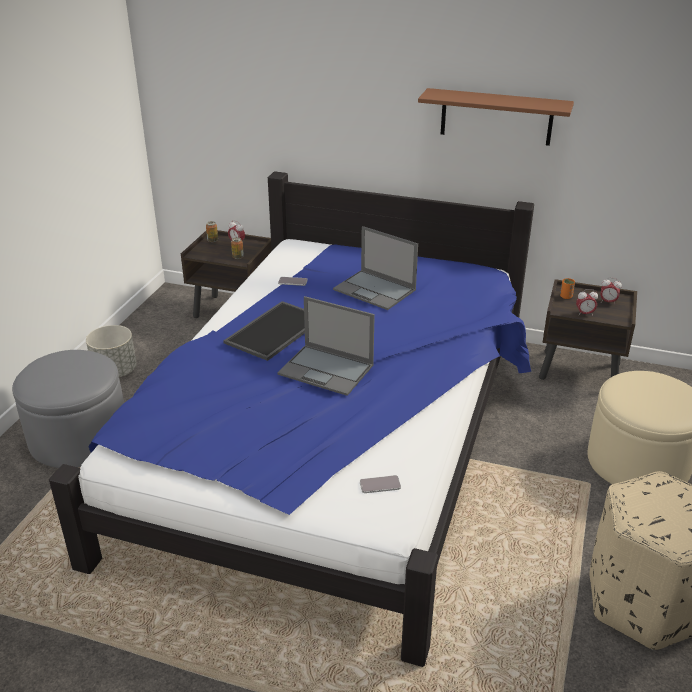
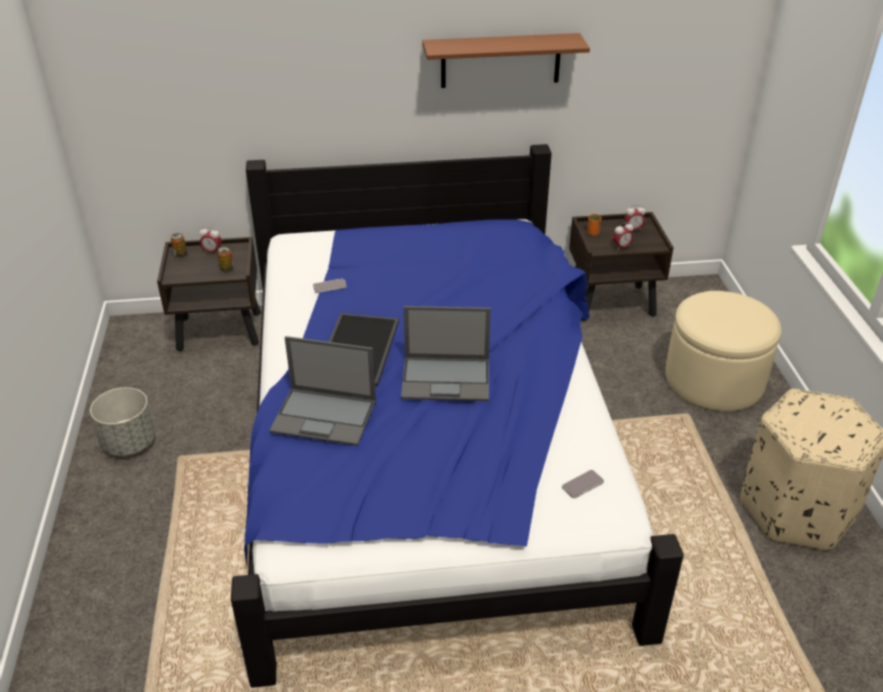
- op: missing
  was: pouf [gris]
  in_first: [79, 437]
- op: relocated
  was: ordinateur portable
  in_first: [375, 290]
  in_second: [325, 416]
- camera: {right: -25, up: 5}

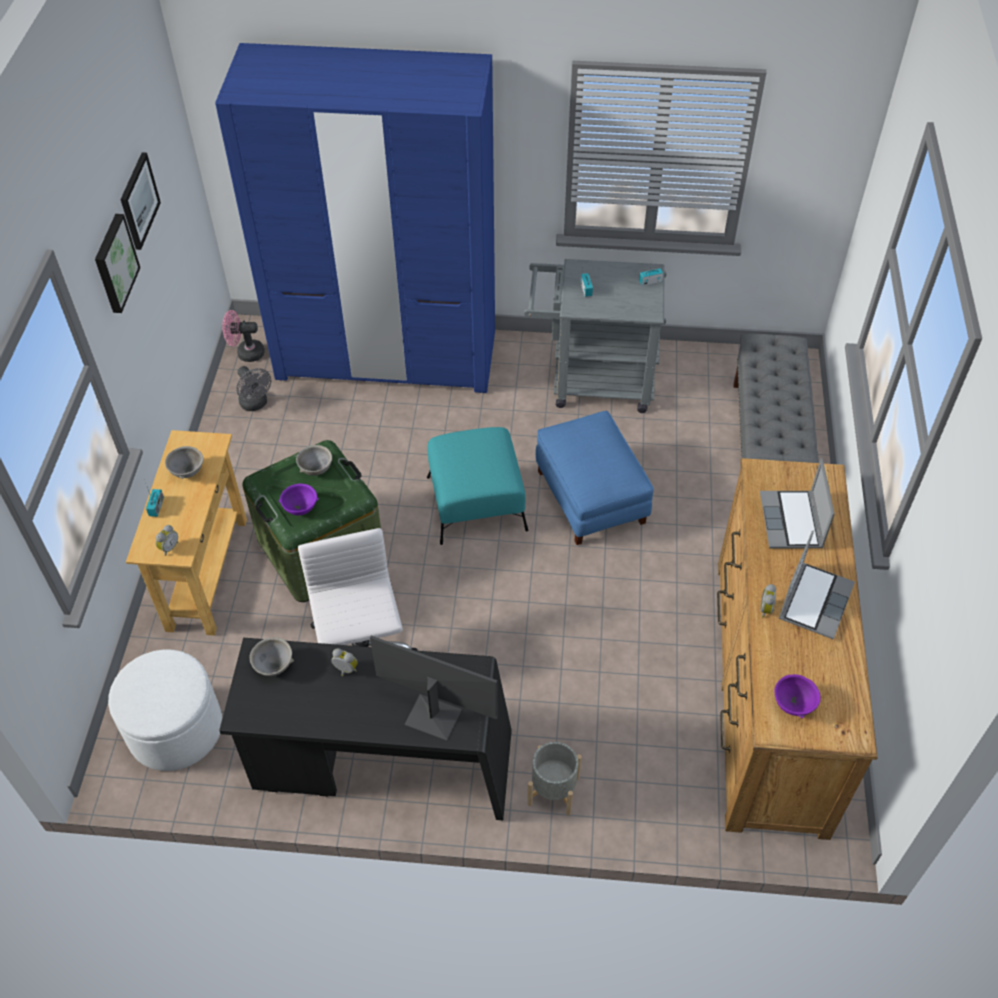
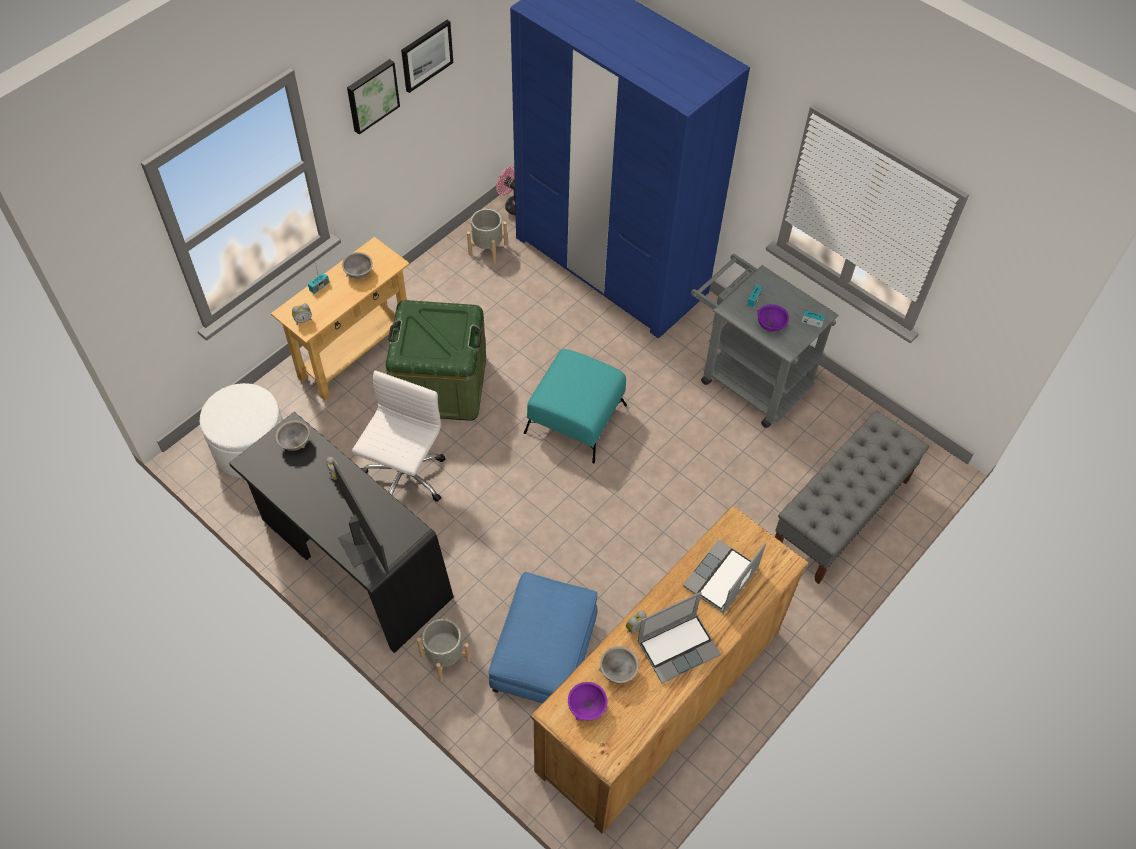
- op: exchanged
  was: ventilateur [gris]
  now: cache-pot [gris]
  in_first: [256, 404]
  in_second: [487, 249]
- op: relocated
  was: bol [violet]
  in_first: [300, 508]
  in_second: [770, 325]
- op: relocated
  was: bol [gris]
  in_first: [315, 469]
  in_second: [618, 671]
- op: relocated
  was: pouf [bleu]
  in_first: [592, 497]
  in_second: [544, 655]
- camera: {right: 35, up: 5}

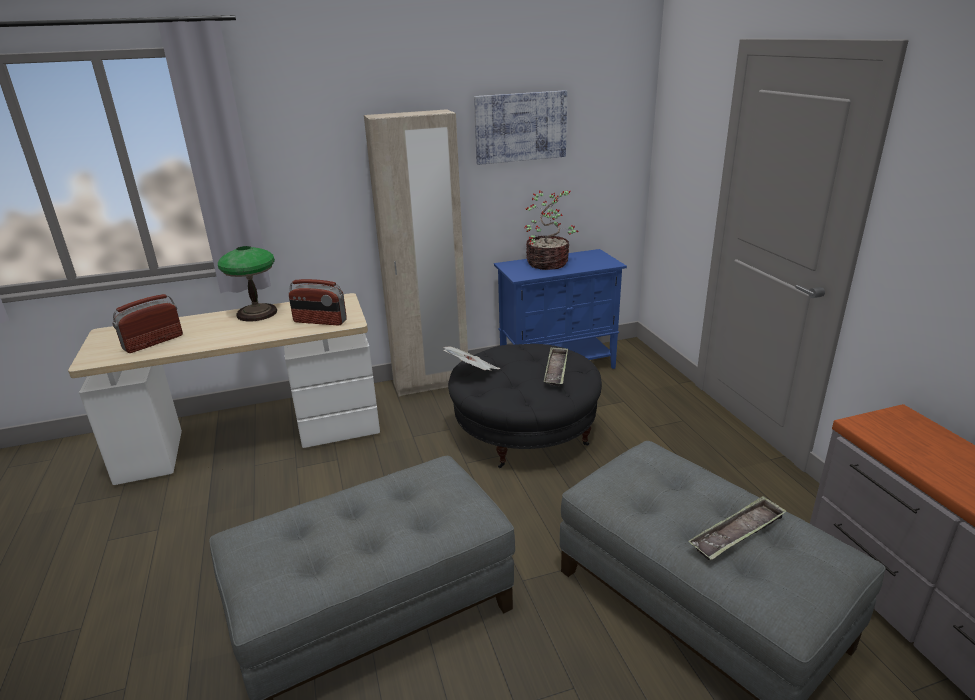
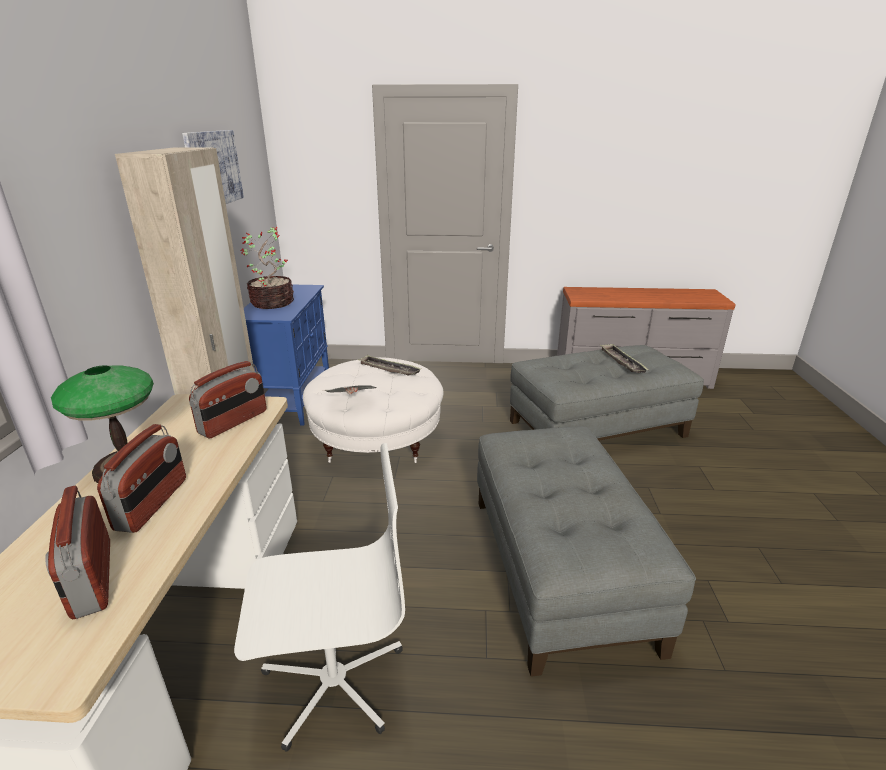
- op: colour
  was: pouf [noir]
  now: pouf [blanc]
  in_first: [525, 432]
  in_second: [377, 439]
- op: appeared
  now: radio
  in_second: [153, 504]
- op: appeared
  now: chaise de bureau [blanc]
  in_second: [333, 680]
- camera: {right: -70, up: 0}

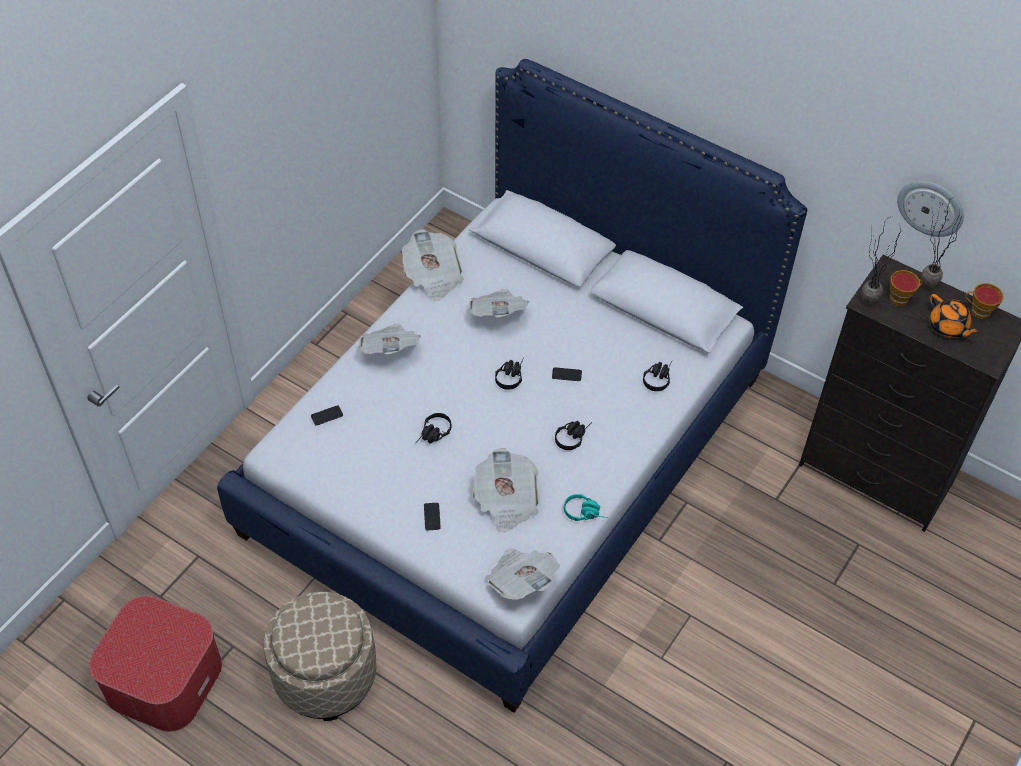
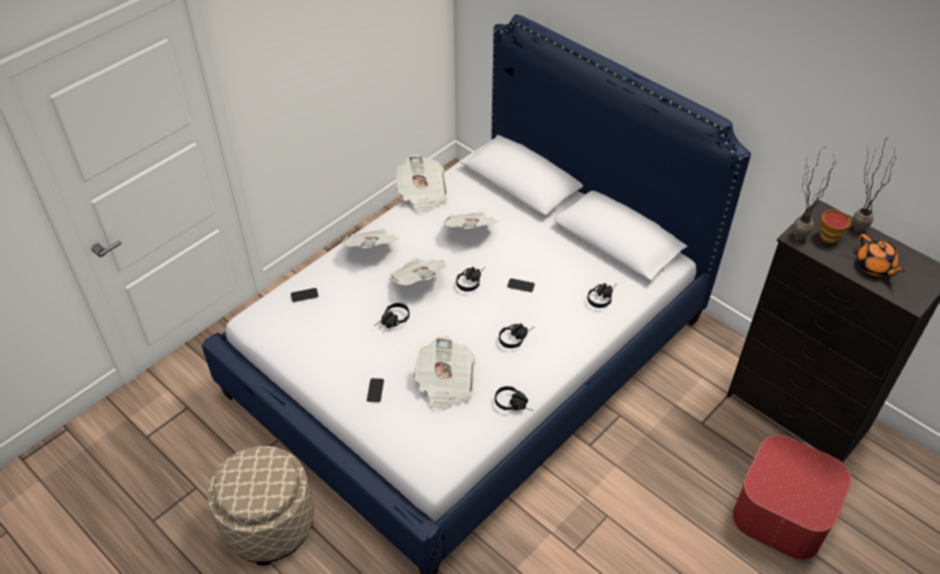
- op: relocated
  was: pouf
  in_first: [163, 678]
  in_second: [782, 511]
- op: relocated
  was: journal
  in_first: [521, 581]
  in_second: [418, 281]
- op: colour
  was: casque audio [turquoise]
  now: casque audio [noir]
  in_first: [585, 512]
  in_second: [514, 404]
- op: missing
  was: horloge murale
  in_first: [931, 207]
- op: missing
  was: tasse
  in_first: [978, 311]
- camera: {right: 10, up: -5}

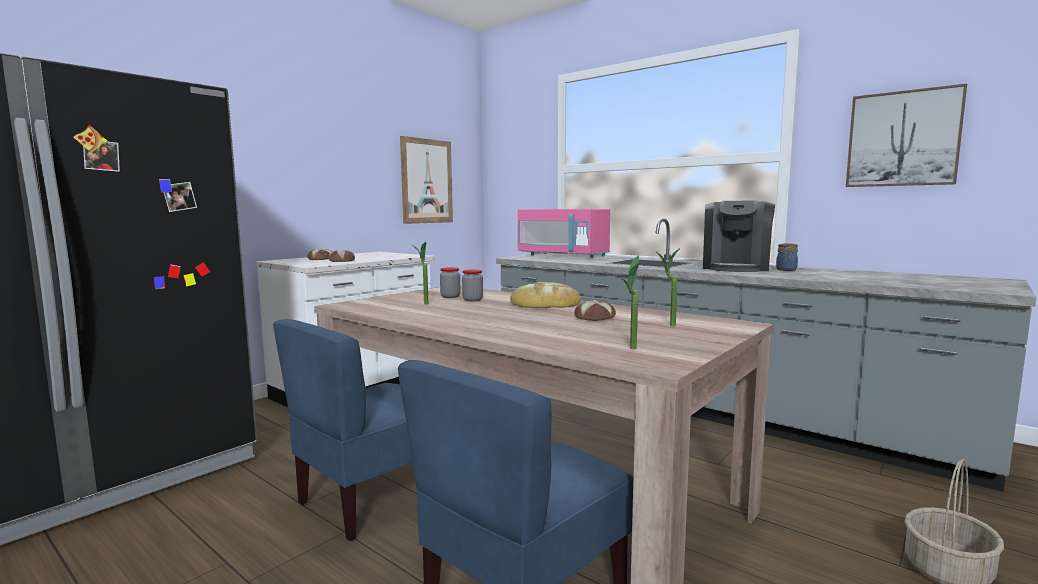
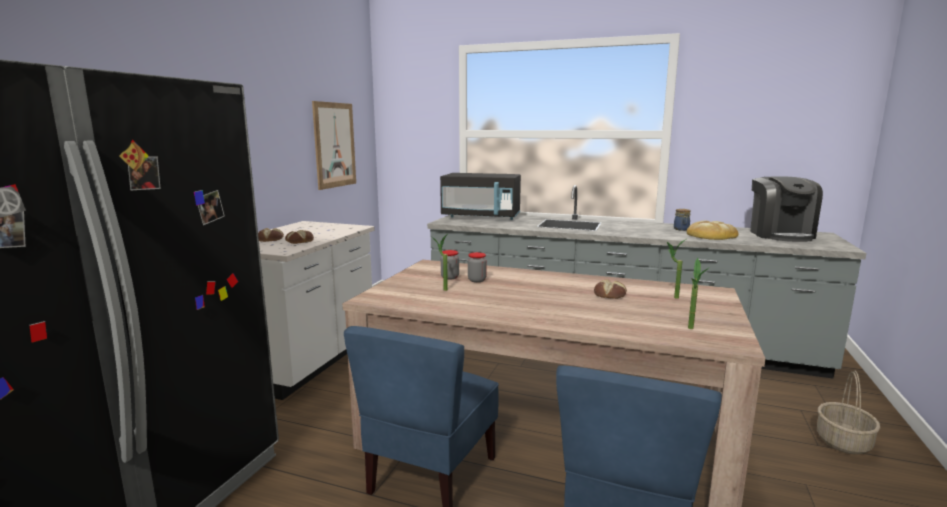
- op: relocated
  was: pain
  in_first: [544, 303]
  in_second: [711, 235]
- op: colour
  was: micro-ondes [rose]
  now: micro-ondes [noir]
  in_first: [563, 256]
  in_second: [481, 217]
- op: relocated
  was: machine à café
  in_first: [736, 268]
  in_second: [780, 235]
- op: missing
  was: tableau
  in_first: [903, 139]
- camera: {right: -20, up: 5}

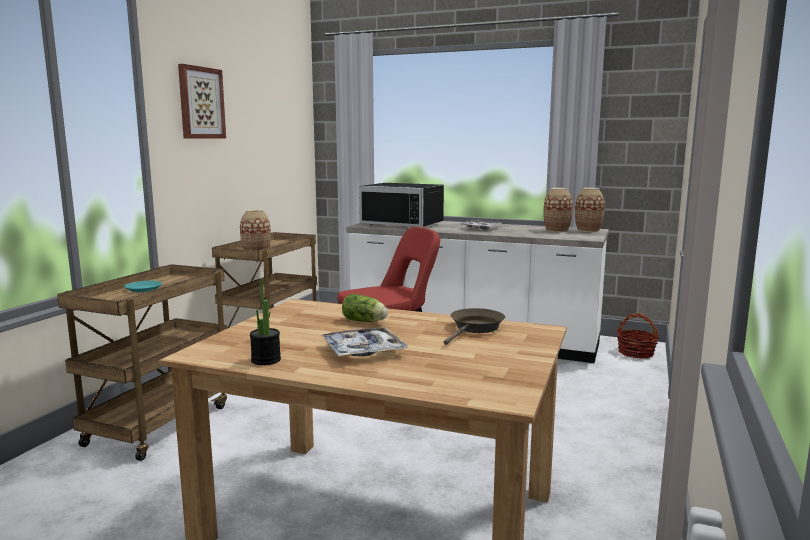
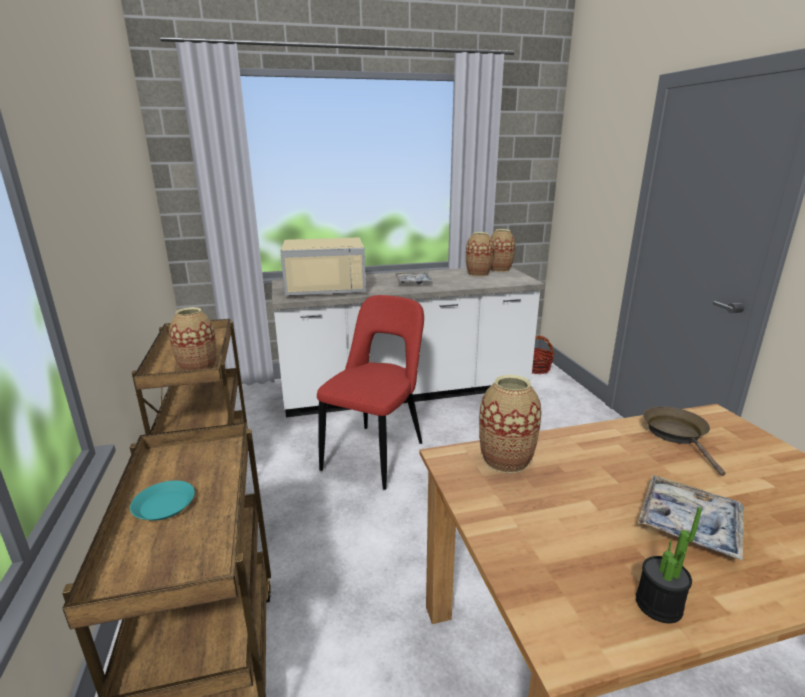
- op: missing
  was: tableau
  in_first: [201, 103]
- op: missing
  was: laitue
  in_first: [365, 321]
- op: colour
  was: micro-ondes [noir]
  now: micro-ondes [beige]
  in_first: [405, 224]
  in_second: [326, 286]
- op: appeared
  now: vase
  in_second: [506, 460]
- camera: {right: -35, up: 10}

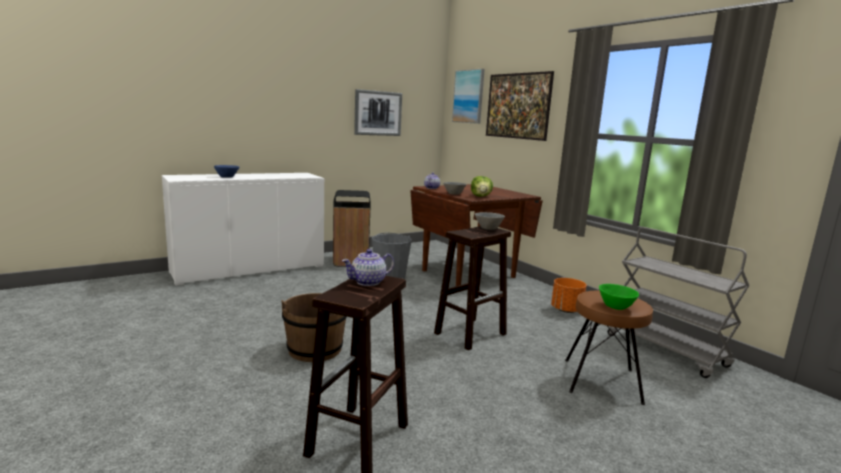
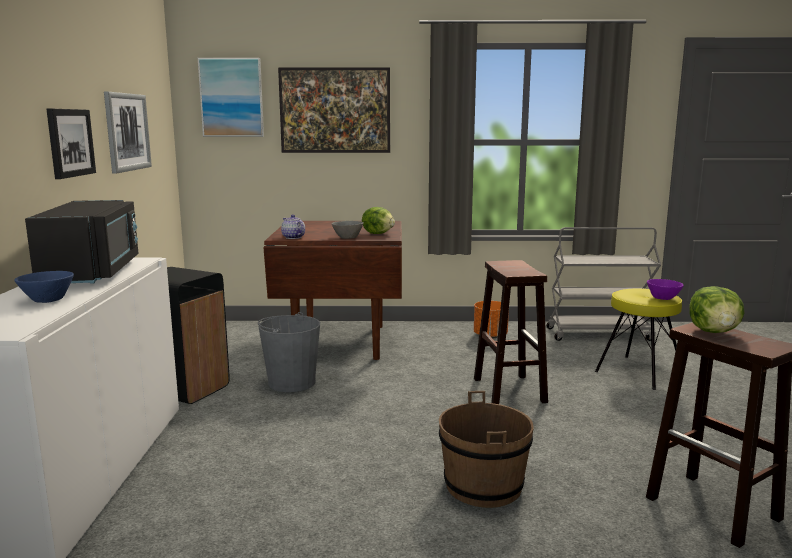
- op: exchanged
  was: théière
  now: laitue
  in_first: [368, 282]
  in_second: [714, 332]
- op: missing
  was: bol [gris]
  in_first: [489, 228]
- op: colour
  was: tabouret [marron]
  now: tabouret [jaune]
  in_first: [601, 381]
  in_second: [639, 372]
- op: colour
  was: bol [vert]
  now: bol [violet]
  in_first: [615, 307]
  in_second: [664, 298]
- op: appeared
  now: micro-ondes [noir]
  in_second: [94, 272]
- op: appeared
  now: tableau
  in_second: [70, 142]
- camera: {right: -55, up: 0}

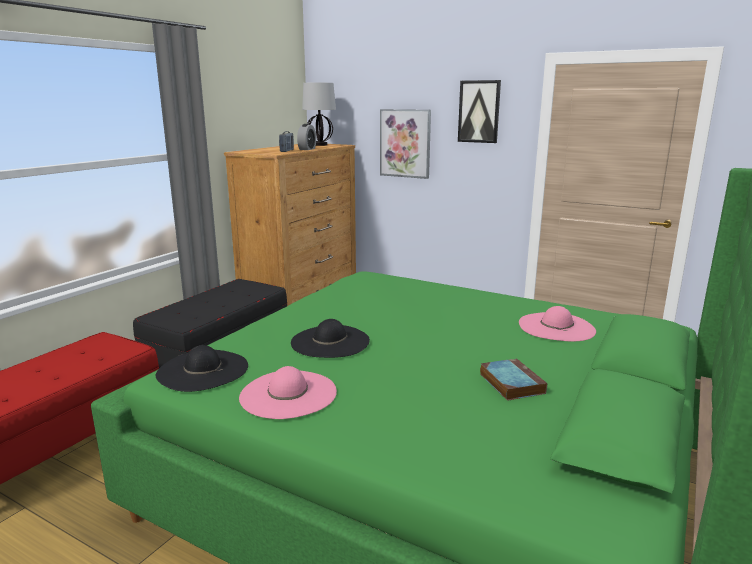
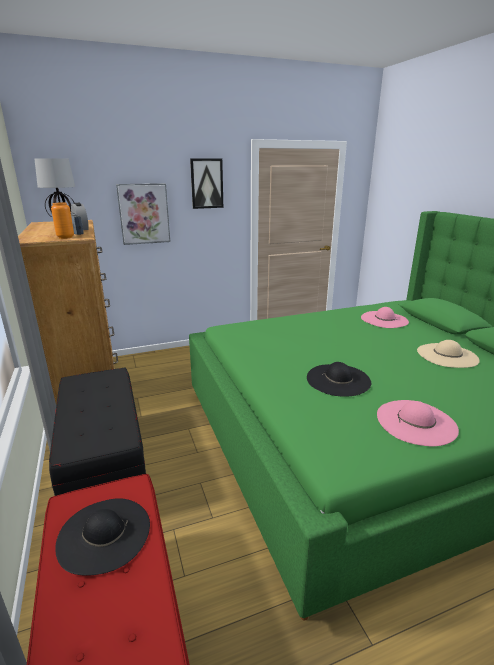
- op: relocated
  was: chapeau [noir]
  in_first: [202, 370]
  in_second: [104, 534]
- op: exchanged
  was: livre
  now: chapeau [beige]
  in_first: [510, 383]
  in_second: [447, 355]
- op: appeared
  now: vase [orange]
  in_second: [65, 237]
- camera: {right: -50, up: 5}

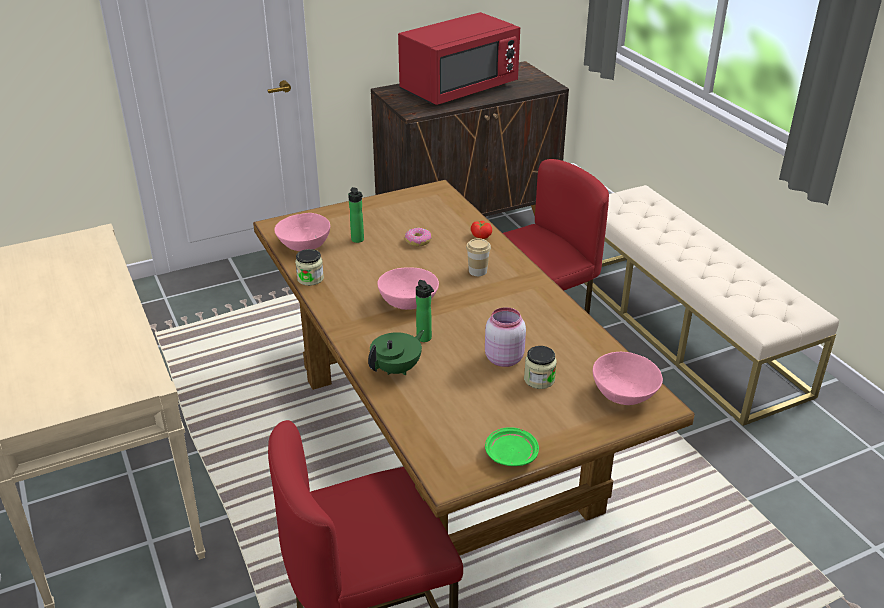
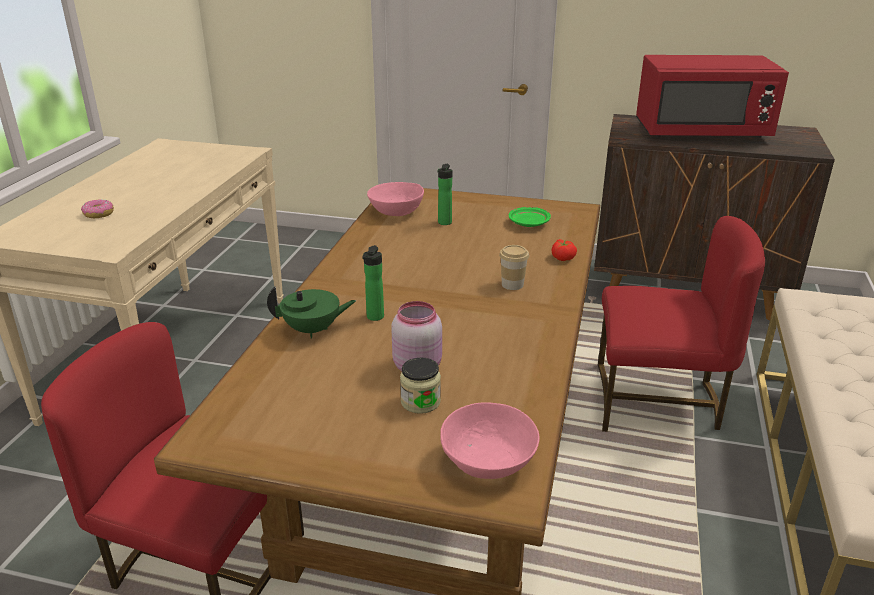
- op: missing
  was: bocal
  in_first: [310, 279]
- op: missing
  was: bol [rose]
  in_first: [408, 301]
- op: relocated
  was: beignet
  in_first: [418, 241]
  in_second: [98, 214]
- op: relocated
  was: assiette [vert]
  in_first: [510, 454]
  in_second: [529, 223]
- camera: {right: 40, up: -5}

